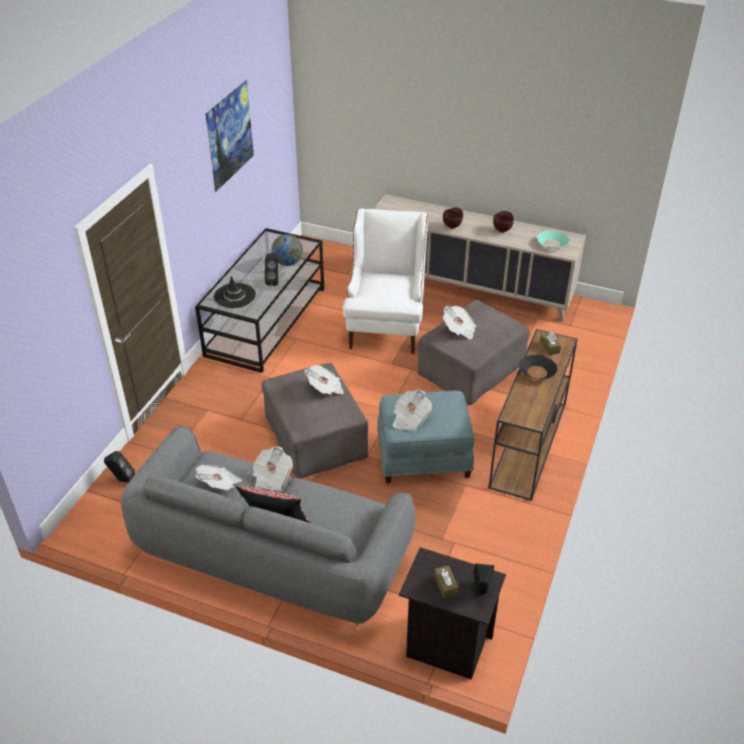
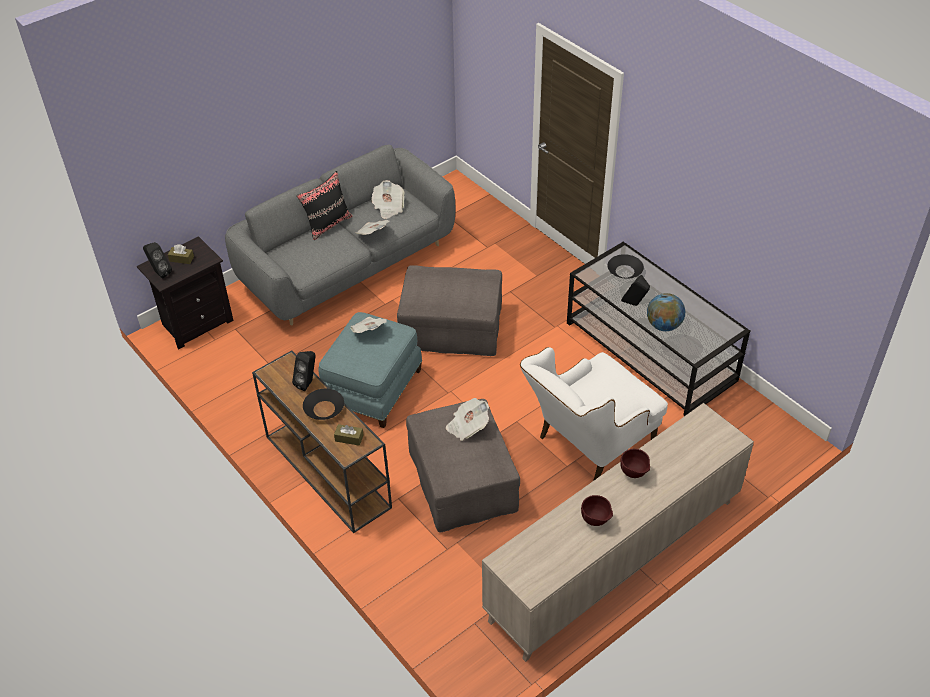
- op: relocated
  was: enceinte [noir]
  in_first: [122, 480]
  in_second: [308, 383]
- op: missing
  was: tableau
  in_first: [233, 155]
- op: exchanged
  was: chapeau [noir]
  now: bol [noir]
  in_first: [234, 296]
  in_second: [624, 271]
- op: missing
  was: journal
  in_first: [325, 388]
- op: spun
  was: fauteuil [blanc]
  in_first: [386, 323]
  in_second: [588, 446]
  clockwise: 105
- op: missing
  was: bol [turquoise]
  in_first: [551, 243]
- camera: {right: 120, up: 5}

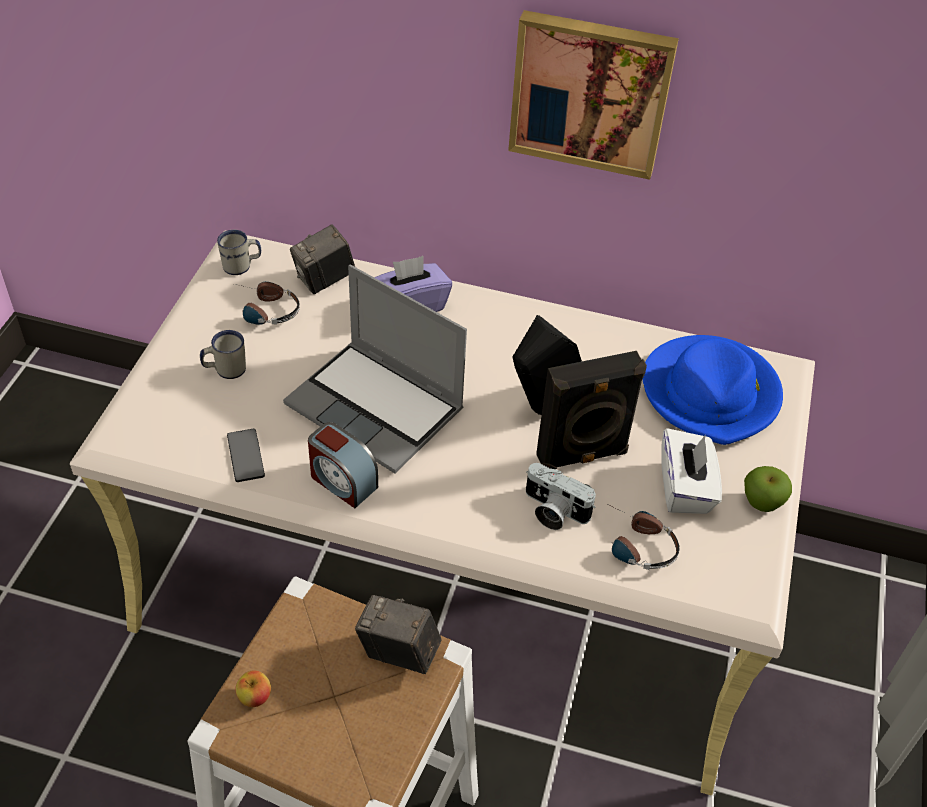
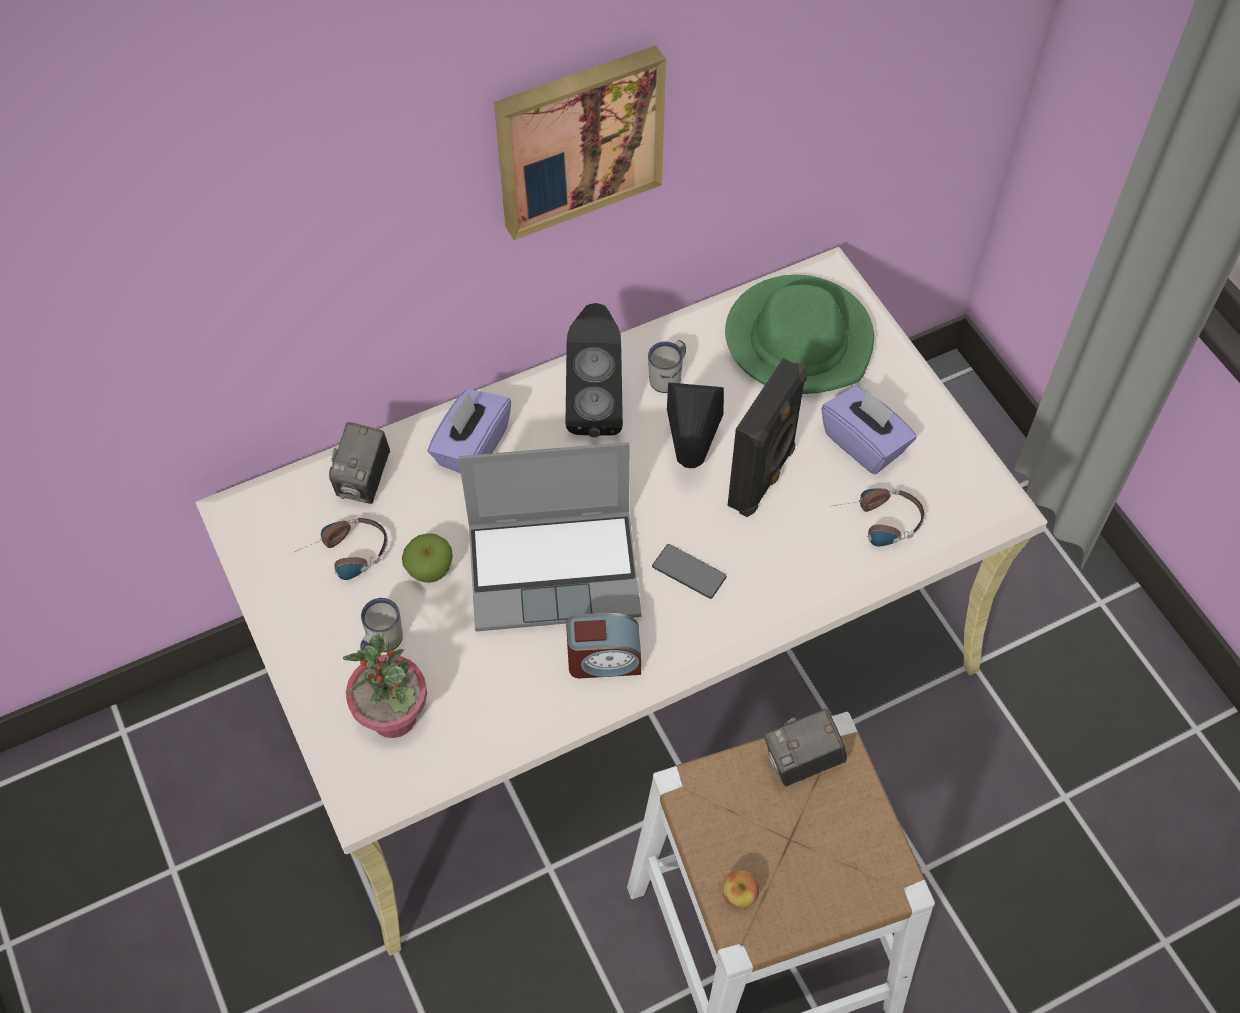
- op: relocated
  was: mug [blanc]
  in_first: [242, 266]
  in_second: [669, 377]
- op: relocated
  was: téléphone
  in_first: [246, 456]
  in_second: [689, 572]
- op: missing
  was: appareil photo
  in_first: [552, 511]
- op: colour
  was: chapeau [bleu]
  now: chapeau [vert]
  in_first: [711, 393]
  in_second: [799, 340]
- op: colour
  was: boîte à mouchoirs [blanc]
  now: boîte à mouchoirs [violet]
  in_first: [685, 488]
  in_second: [864, 443]
- op: relocated
  was: pomme
  in_first: [761, 503]
  in_second: [430, 571]
- op: appeared
  now: plante en pot
  in_second: [394, 717]
- op: appeared
  now: enceinte [noir]
  in_second: [595, 407]
- camera: {right: -40, up: 10}

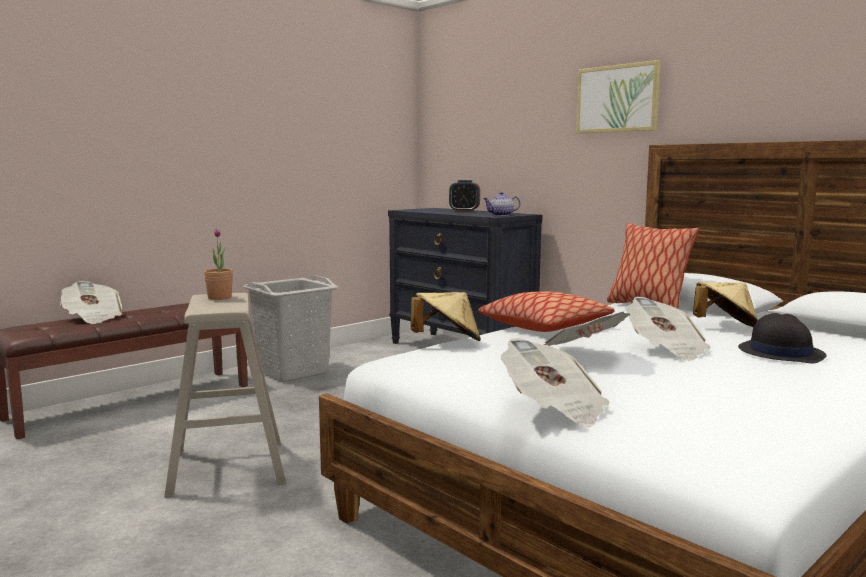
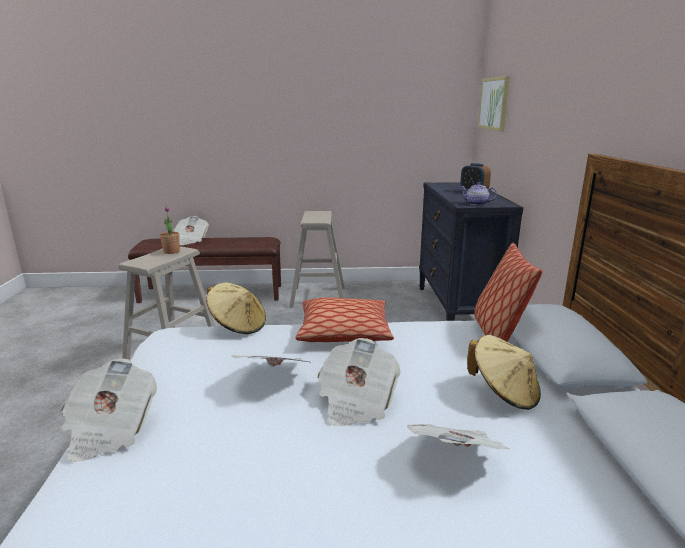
- op: exchanged
  was: panier à linge [gris]
  now: tabouret [beige]
  in_first: [294, 372]
  in_second: [318, 297]
- op: relocated
  was: tableau
  in_first: [617, 99]
  in_second: [494, 103]
- op: exchanged
  was: chapeau [noir]
  now: journal
  in_first: [780, 352]
  in_second: [457, 457]
- camera: {right: 40, up: 10}

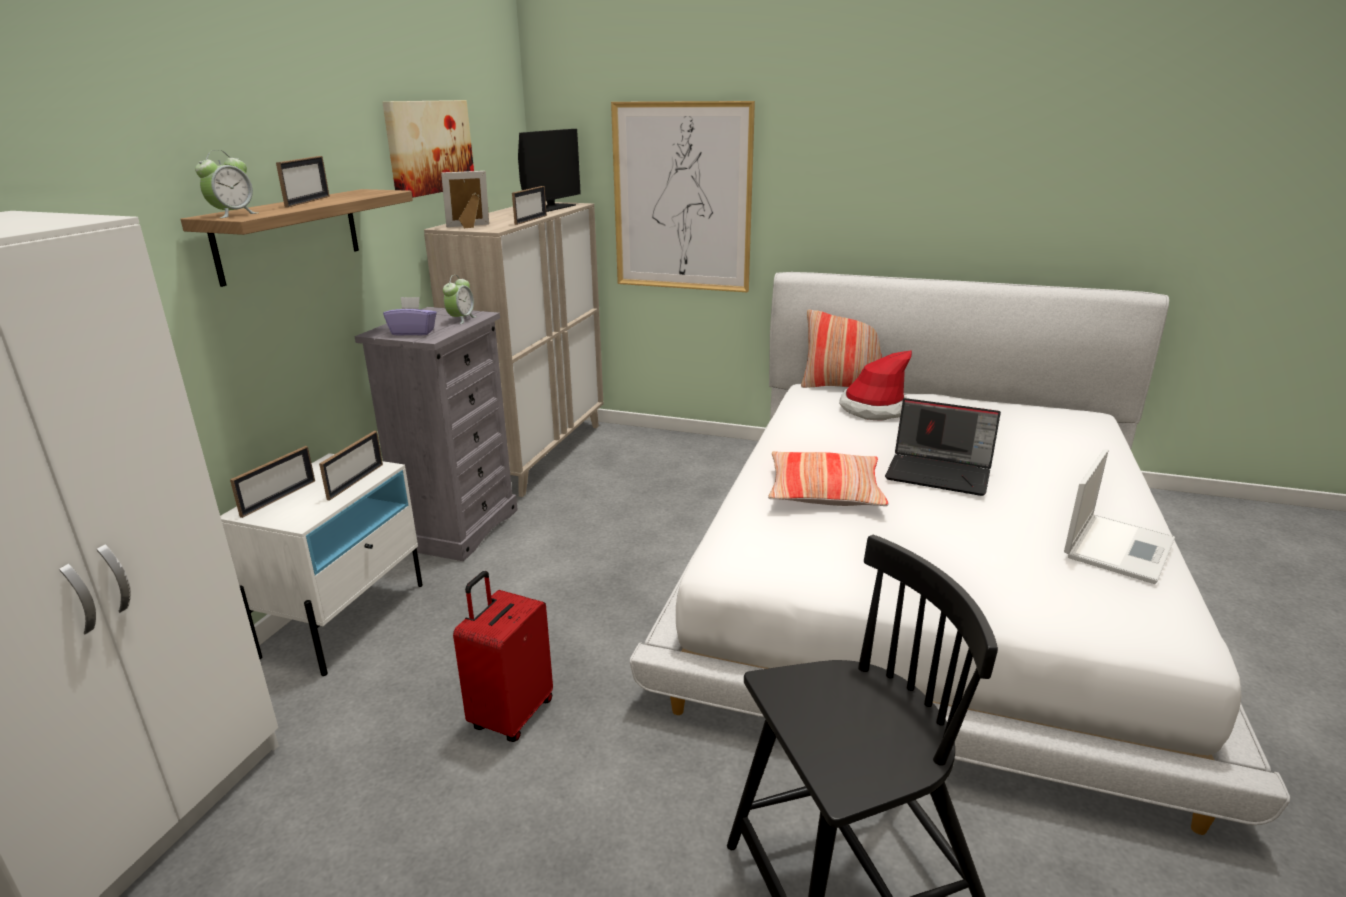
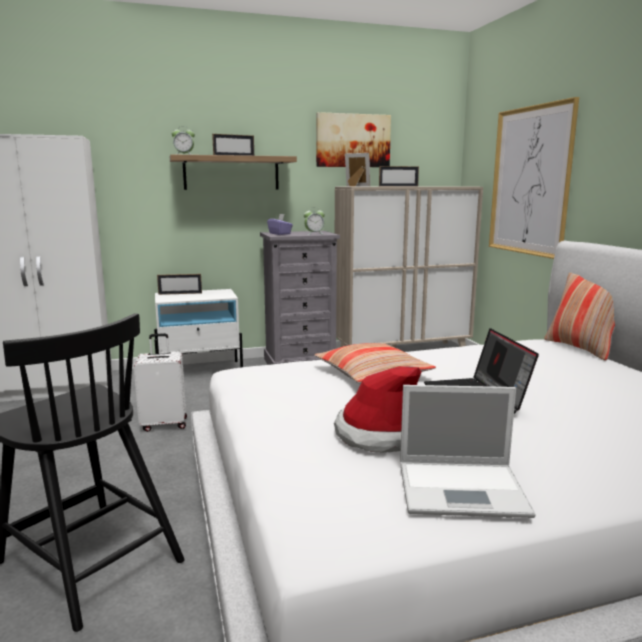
- op: missing
  was: cadre photo
  in_first: [356, 481]
- op: colour
  was: valise [rouge]
  now: valise [blanc]
  in_first: [510, 715]
  in_second: [164, 424]
- op: missing
  was: écran d'ordinateur
  in_first: [551, 208]
- op: relocated
  was: chapeau
  in_first: [873, 409]
  in_second: [381, 434]
- camera: {right: 55, up: -10}

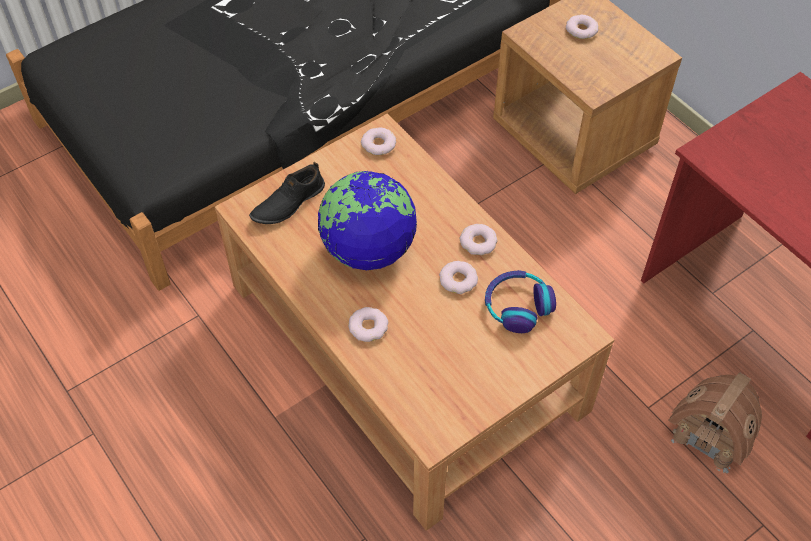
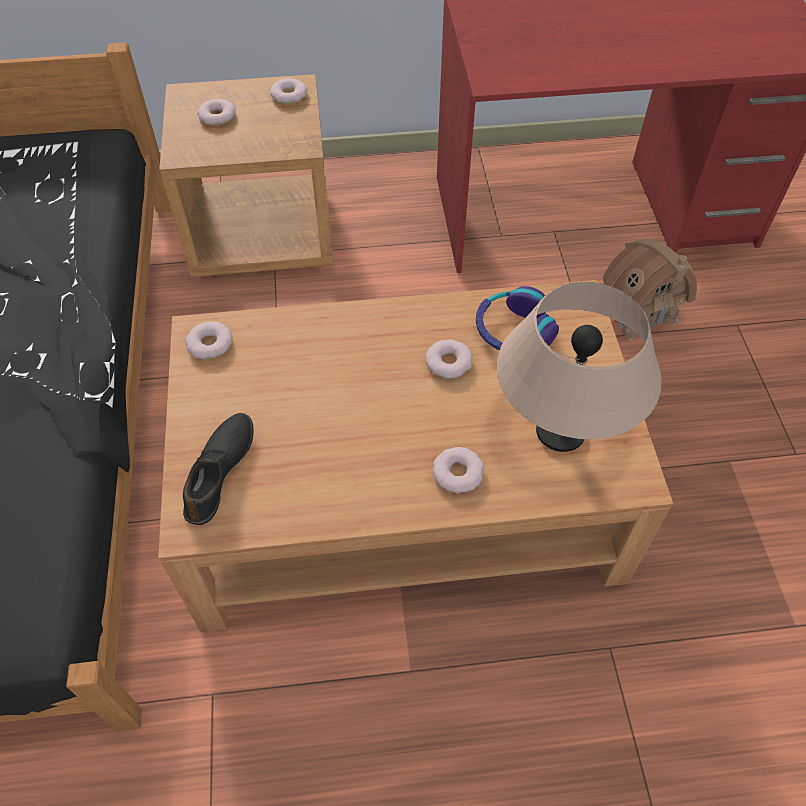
- op: spun
  was: chaussure [noir]
  in_first: [288, 203]
  in_second: [220, 472]
  clockwise: -150
- op: missing
  was: globe
  in_first: [368, 250]
- op: relocated
  was: beignet
  in_first: [478, 242]
  in_second: [289, 95]
- op: appeared
  now: lampe de table [beige]
  in_second: [561, 432]
- camera: {right: -60, up: 0}

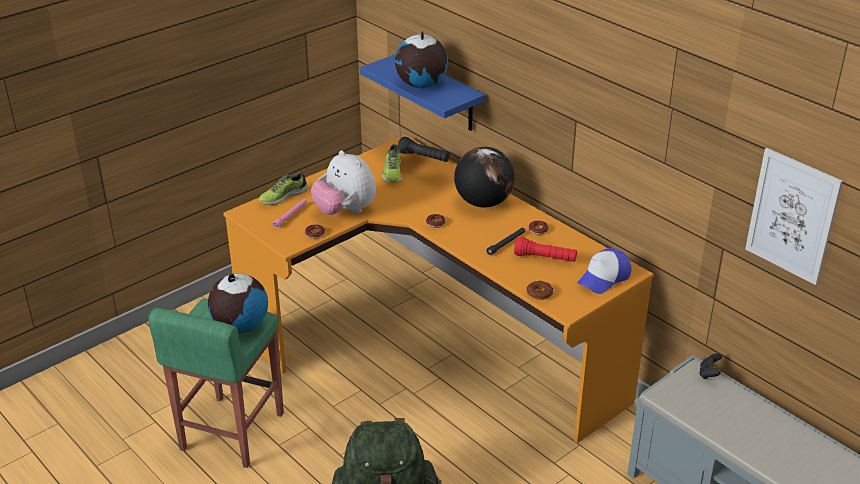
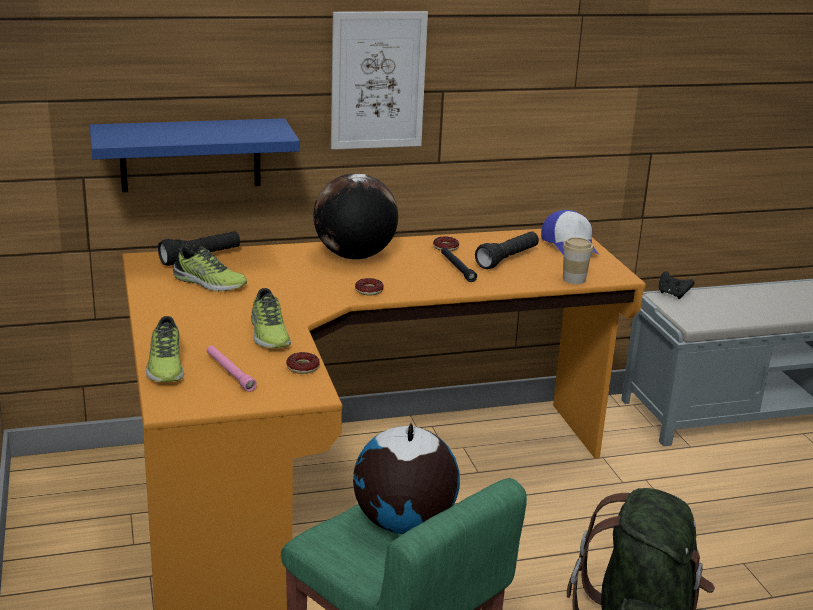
- op: exchanged
  was: peluche
  now: chaussure
  in_first: [345, 211]
  in_second: [268, 334]
- op: missing
  was: globe
  in_first: [421, 85]
- op: colour
  was: lampe de poche [rouge]
  now: lampe de poche [noir]
  in_first: [545, 258]
  in_second: [507, 259]
- op: exchanged
  was: beignet
  now: tasse
  in_first: [539, 293]
  in_second: [574, 279]
- op: relocated
  was: tableau
  in_first: [792, 216]
  in_second: [378, 80]
- camera: {right: -65, up: -10}

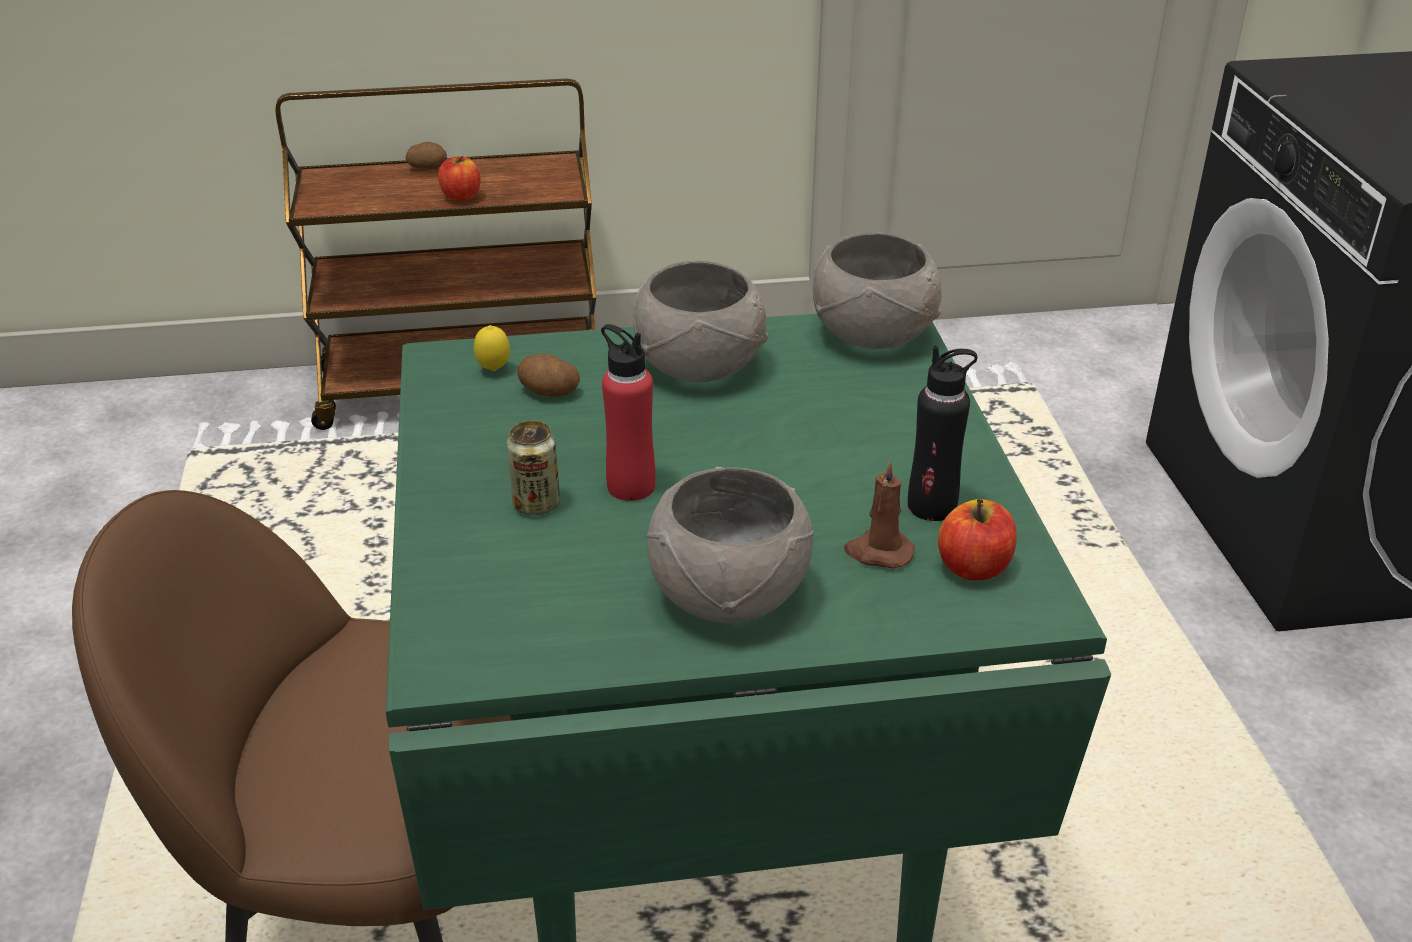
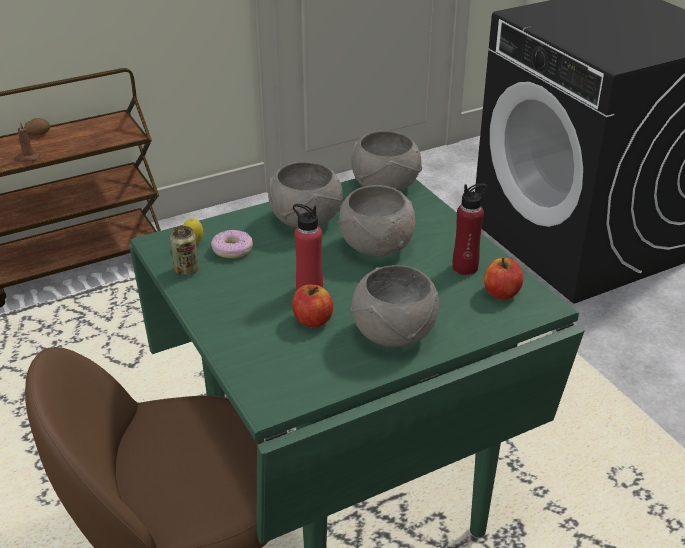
- op: relocated
  was: pomme
  in_first: [461, 196]
  in_second: [312, 320]
- op: relocated
  was: boîte métallique
  in_first: [536, 504]
  in_second: [186, 270]
- op: exchanged
  was: pomme de terre
  now: beignet
  in_first: [548, 392]
  in_second: [232, 249]
- op: relocated
  was: bougie [marron]
  in_first: [878, 552]
  in_second: [27, 158]
- op: colour
  was: bouteille [noir]
  now: bouteille [rouge]
  in_first: [932, 506]
  in_second: [465, 267]
- op: appeared
  now: bol [gris]
  in_second: [375, 246]
- camera: {right: -20, up: 0}

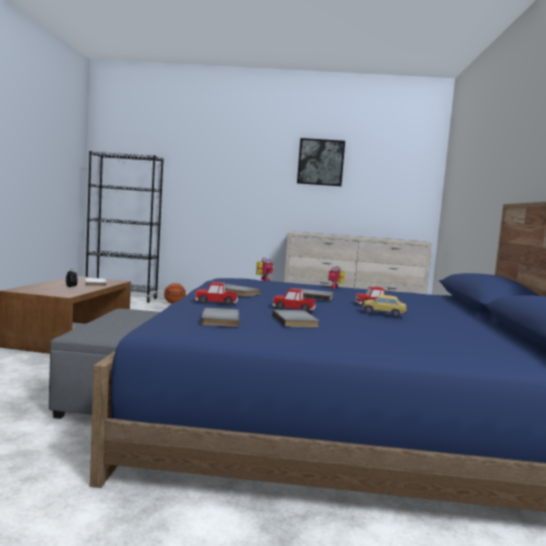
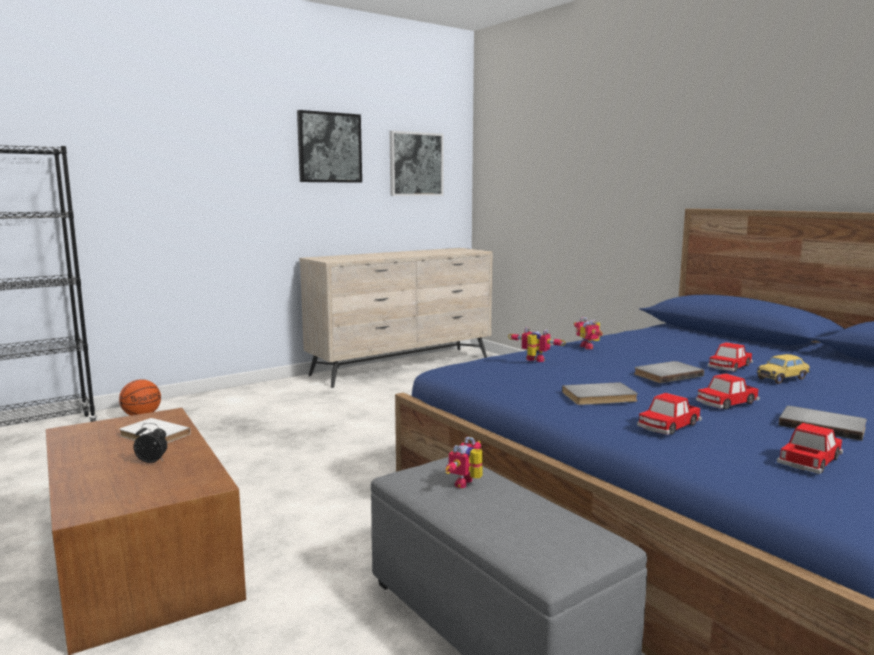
- op: exchanged
  was: livre [gris]
  now: petite voiture
  in_first: [218, 319]
  in_second: [810, 460]
- op: appeared
  now: tableau
  in_second: [416, 164]
- op: appeared
  now: robot jouet
  in_second: [468, 484]
- camera: {right: -40, up: 5}

